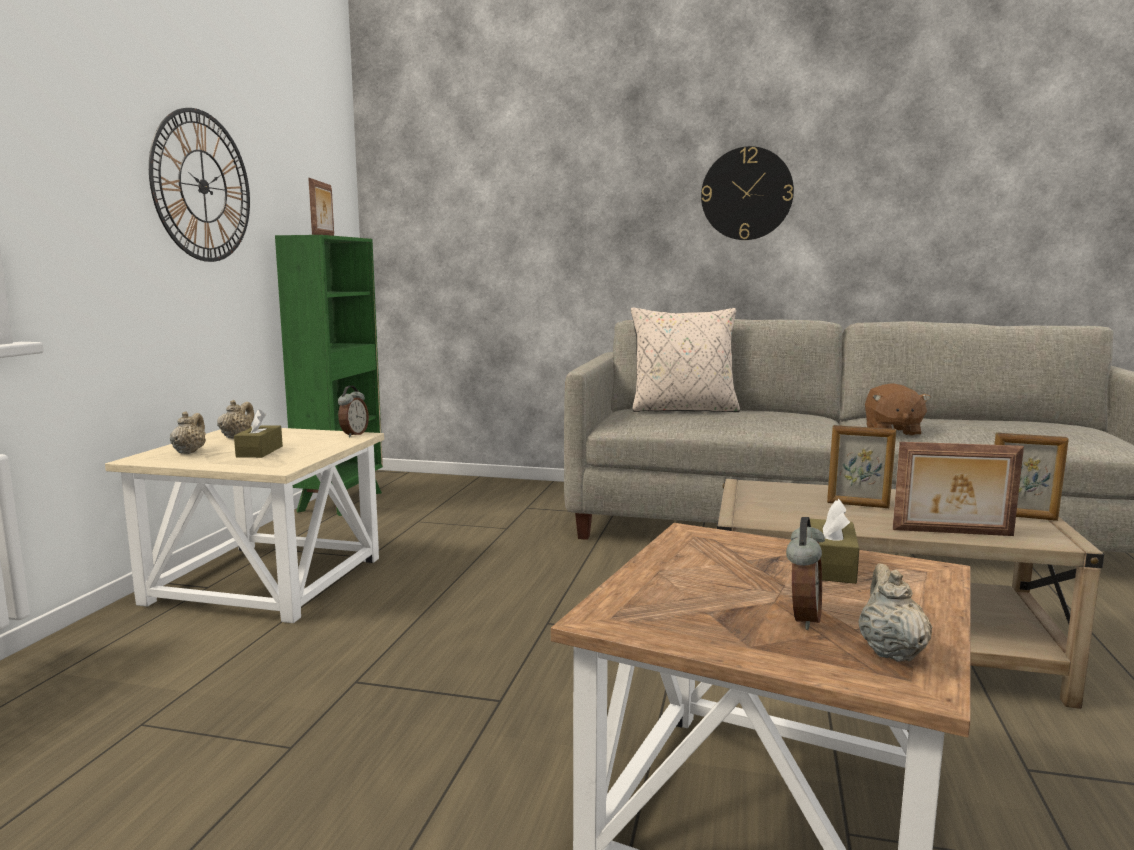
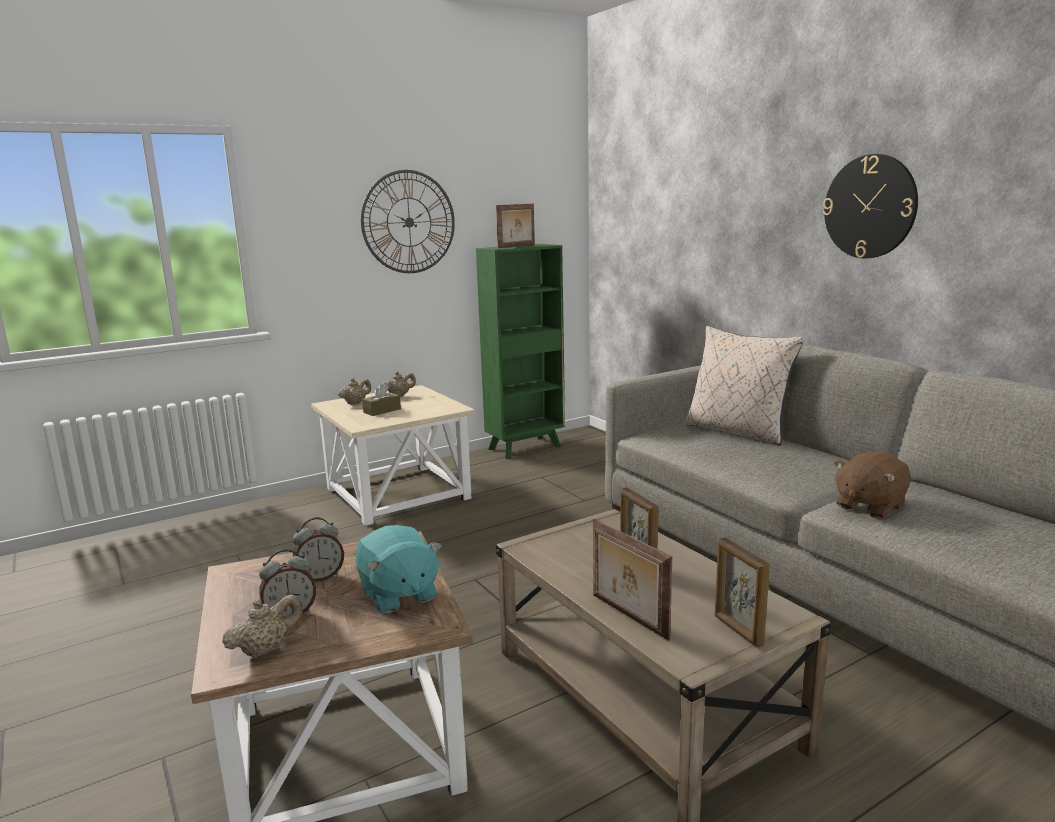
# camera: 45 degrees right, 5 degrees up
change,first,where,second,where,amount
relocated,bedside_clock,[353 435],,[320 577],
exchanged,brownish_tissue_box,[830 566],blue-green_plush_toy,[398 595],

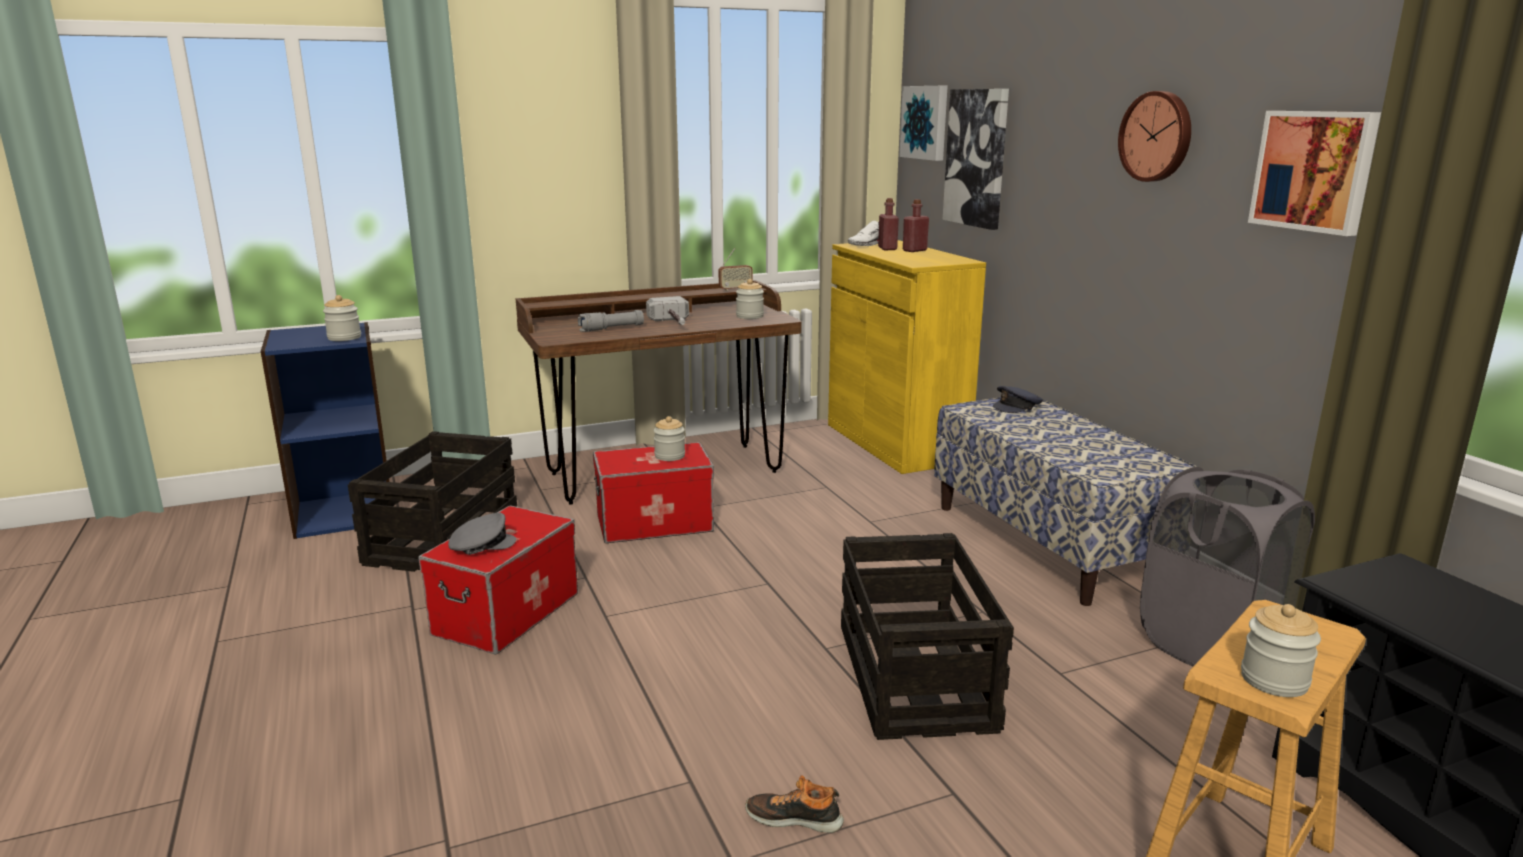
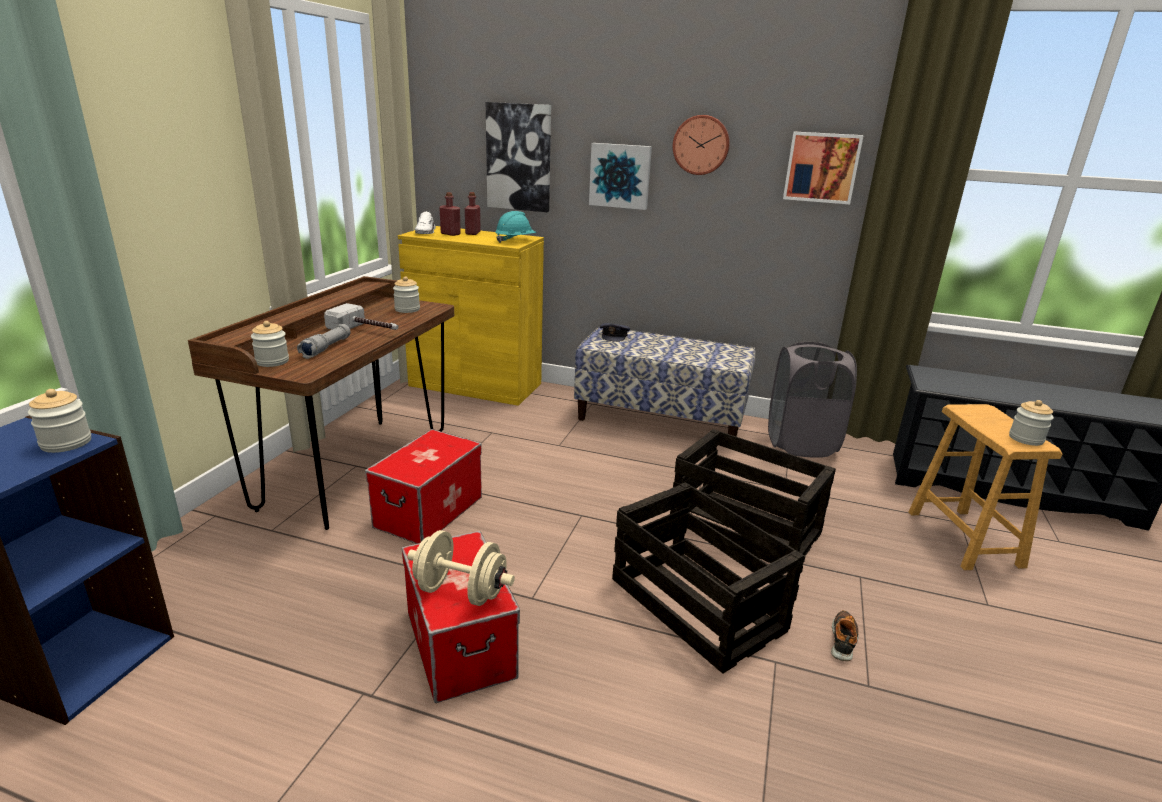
# camera: 50 degrees left, 5 degrees up
change,first,where,second,where,amount
relocated,crate,[443 538],,[698 605],
exchanged,grey_baseball_cap,[481 545],beige-coloured_dumbbell,[461 591],
relocated,jar,[669 456],,[272 361],
missing,radio,[735 289],,,
spun,low_shoe,[794 818],,[843 640],150 degrees clockwise
relocated,picture,[926 122],,[620 176],
appeared,,,blue-green_work_helmet,[515 241],

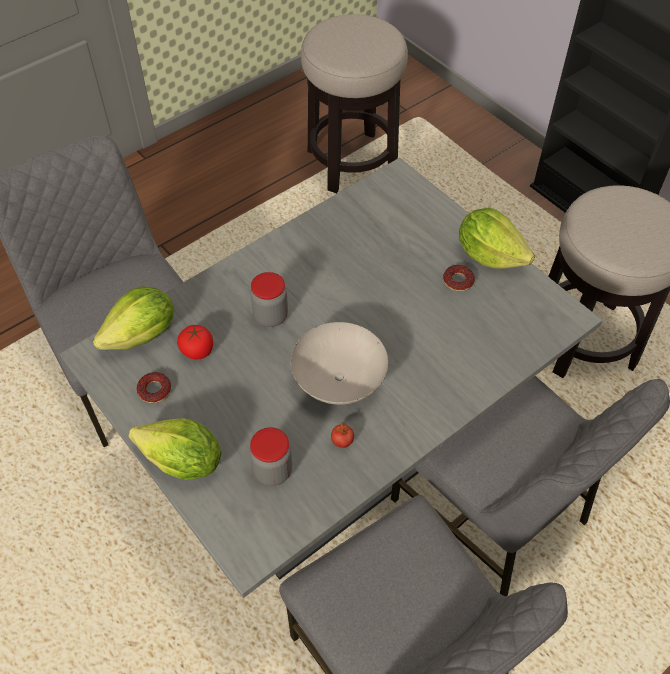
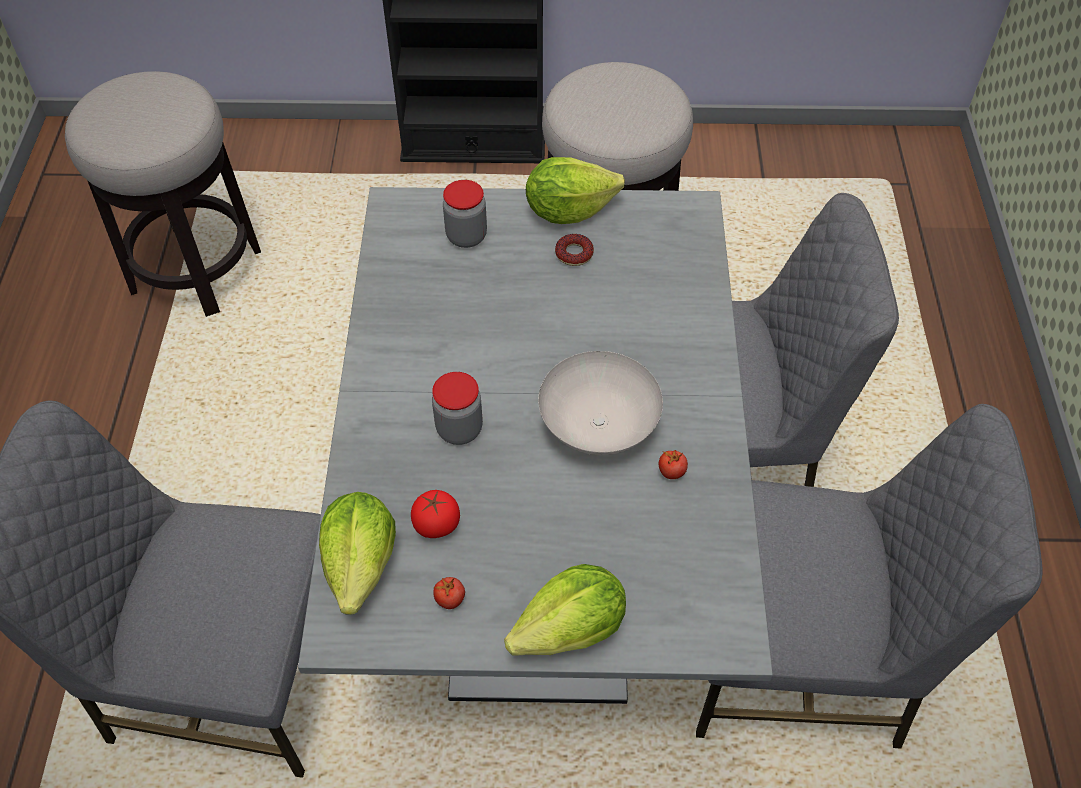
# camera: 50 degrees left, 0 degrees up
change,first,where,second,where,amount
exchanged,ring_doughnut,[154 390],tomato,[450 599],
relocated,jar,[273 471],,[466 236],

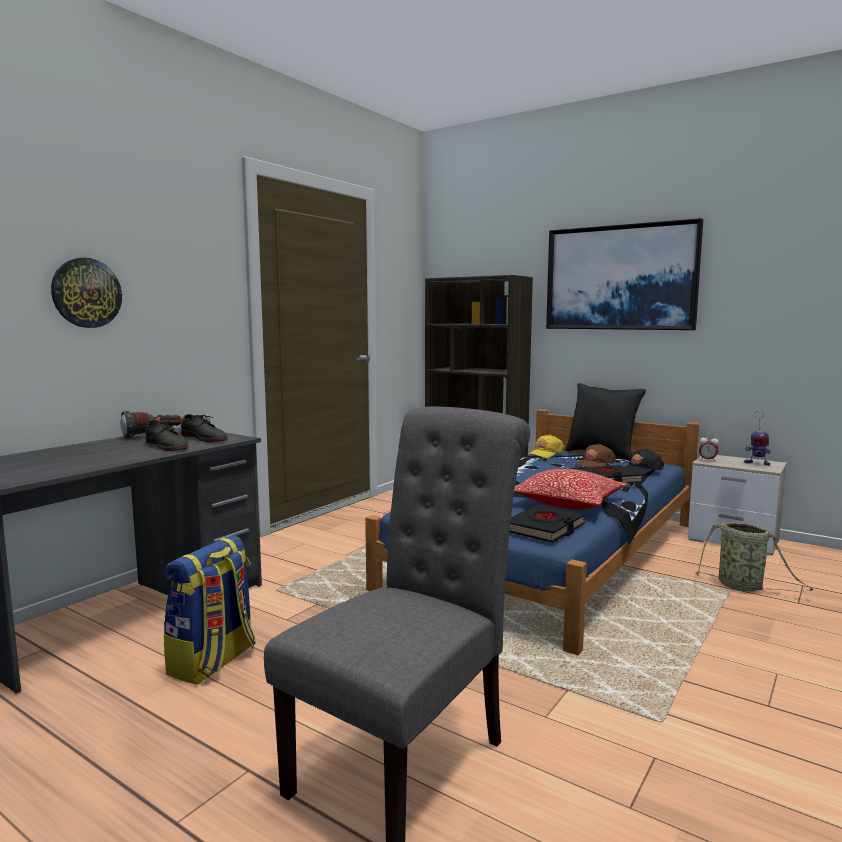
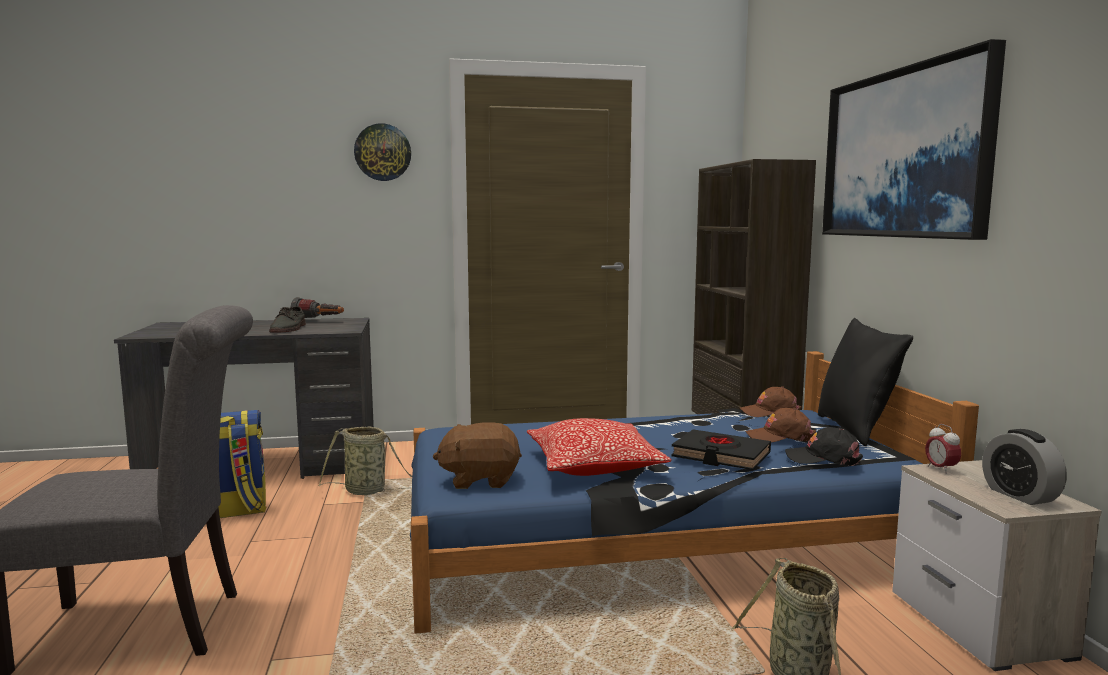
# camera: 45 degrees right, 0 degrees up
change,first,where,second,where,amount
relocated,clock_on_the_wall,[86 293],,[383 152],
missing,grey_low_shoe,[205 438],,,
exchanged,black_book,[544 529],brownish_plush_toy,[480 480],
colour,yellowish_baseball_cap,[545 453],brownish_baseball_cap,[769 412],
exchanged,robot_figure,[756 463],bedside_clock,[1019 495],
appeared,,,storage_basket,[368 491],

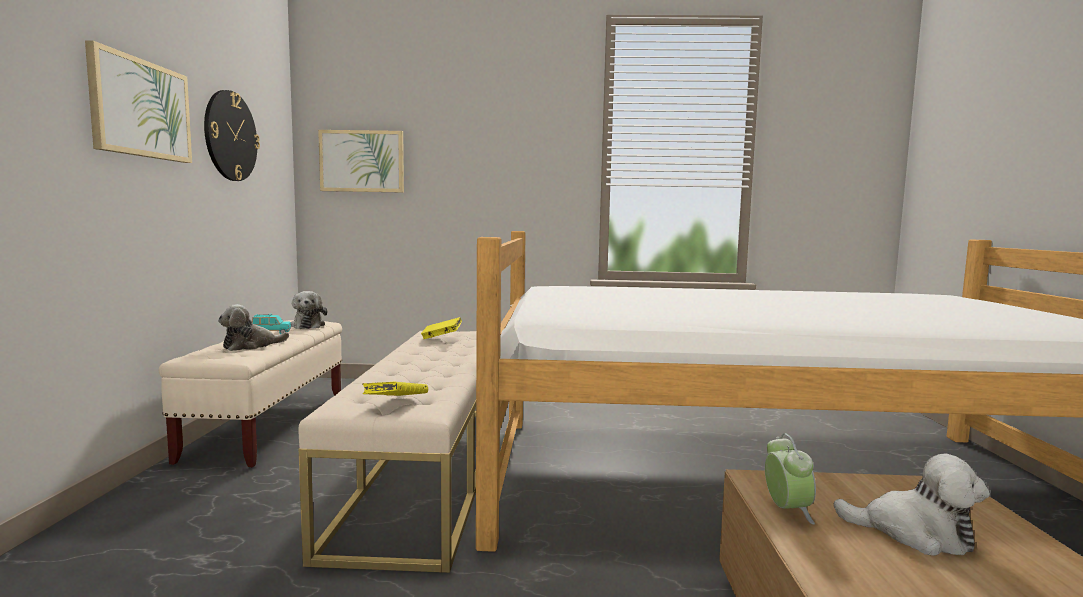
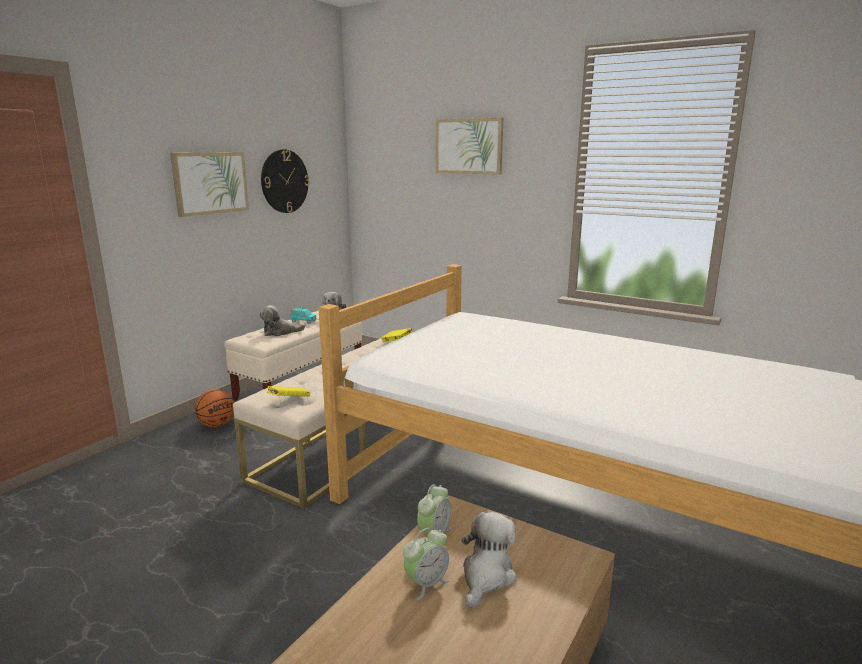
# camera: 30 degrees right, 10 degrees up
change,first,where,second,where,amount
relocated,picture,[362 161],,[469 146],
spun,plush_toy,[914 534],,[486 576],120 degrees counterclockwise
appeared,,,ball_for_basketball,[217 425],
appeared,,,bedside_clock,[426 583],

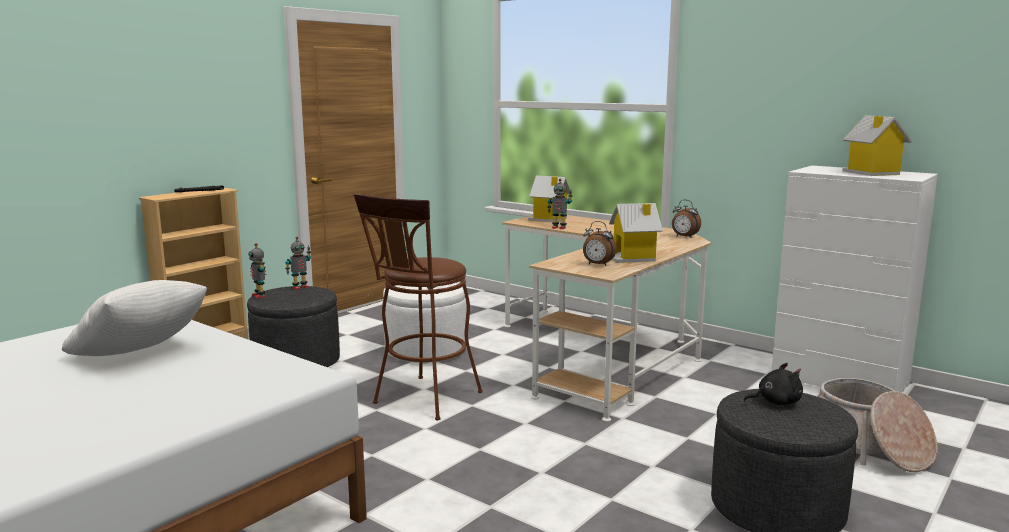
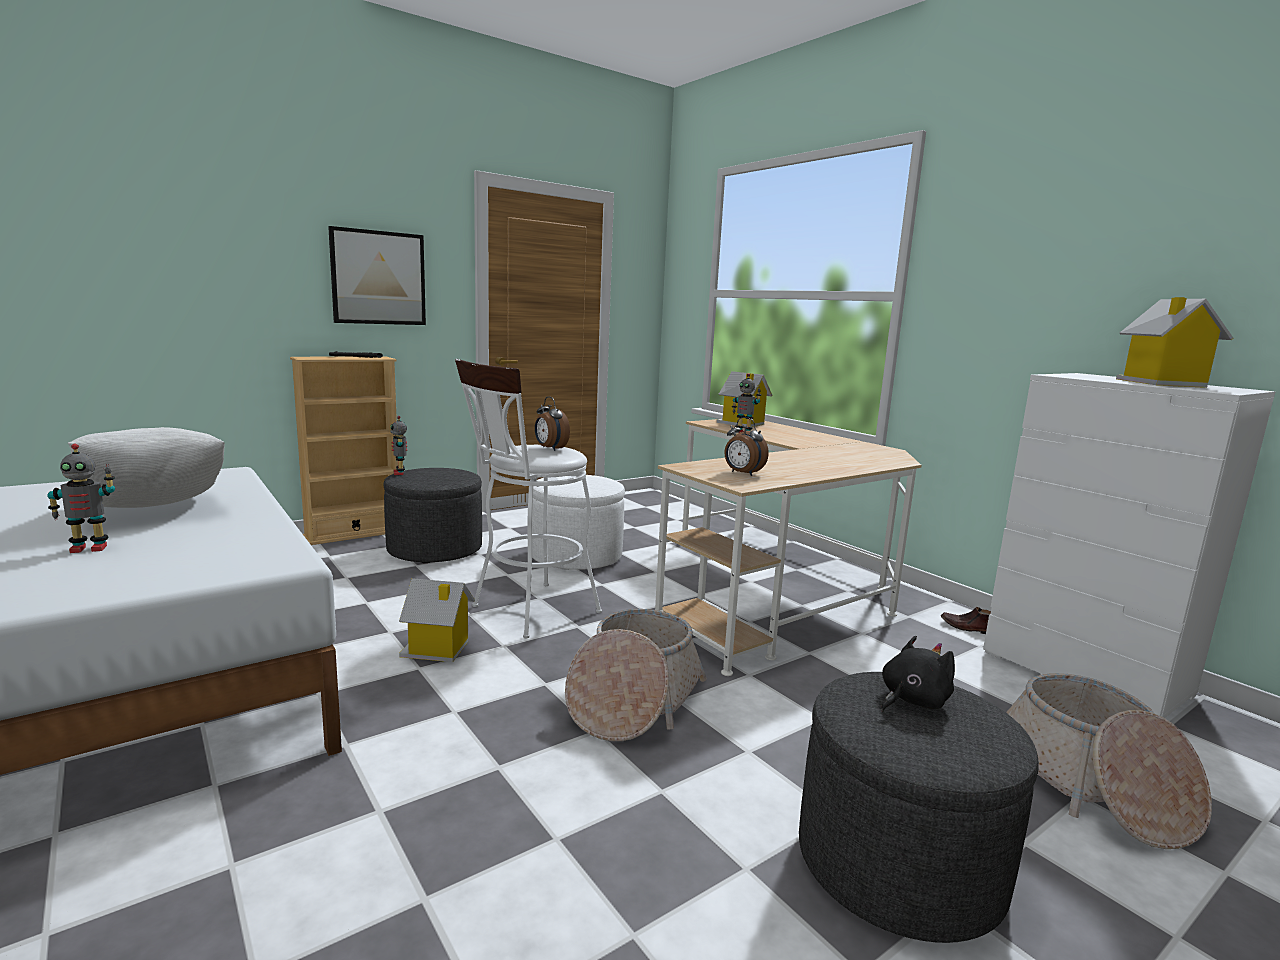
# camera: 15 degrees right, 0 degrees up
change,first,where,second,where,amount
relocated,robot_figure,[300 287],,[89 548],
colour,brownish_sitting_stool,[423 400],whitish_sitting_stool,[528 612],
relocated,toy_house,[633 258],,[437 649],
relocated,bedside_clock,[684 237],,[550 449],
spun,black_plush_toy,[775 402],,[911 700],45 degrees counterclockwise
appeared,,,picture,[378 278],
appeared,,,storage_basket,[633 700],
appeared,,,brownish_low_shoe,[968 628],

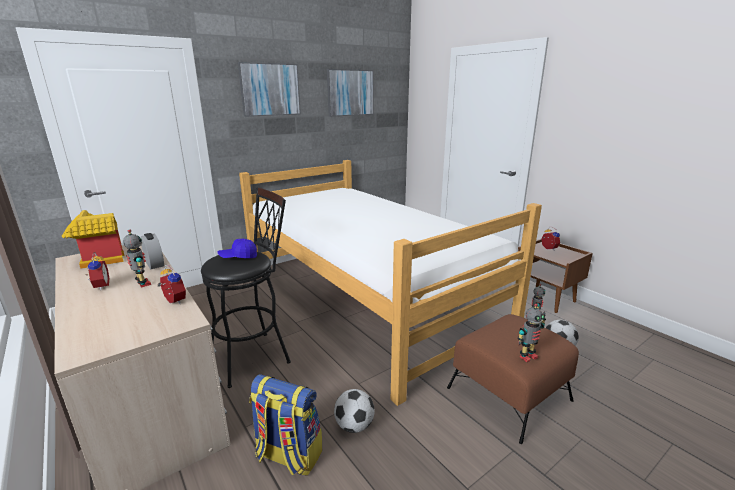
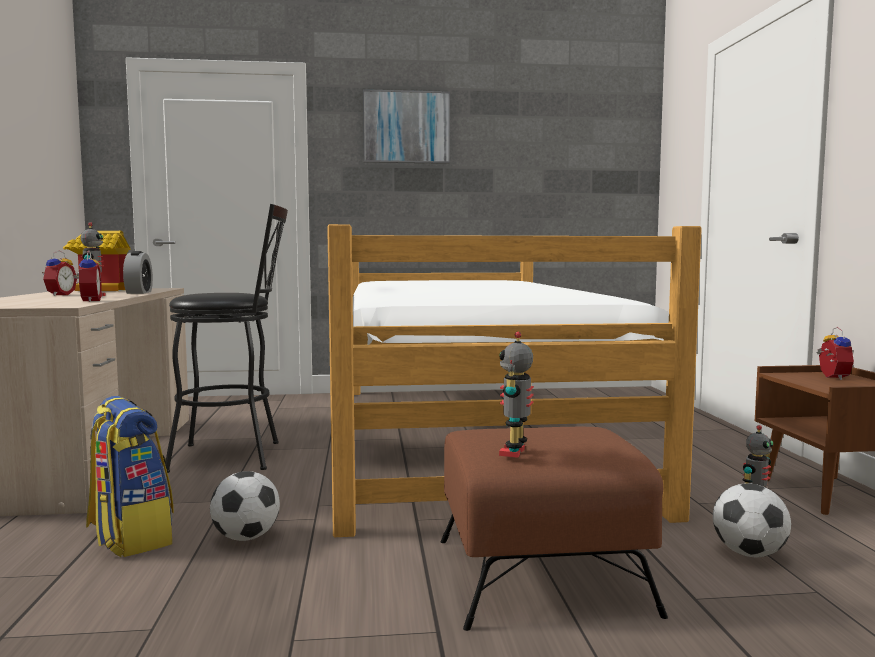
# camera: 30 degrees right, 15 degrees down
change,first,where,second,where,amount
missing,blue_baseball_cap,[238 257],,,
missing,picture,[350 93],,,
spun,robot_figure,[527 356],,[515 452],105 degrees clockwise

